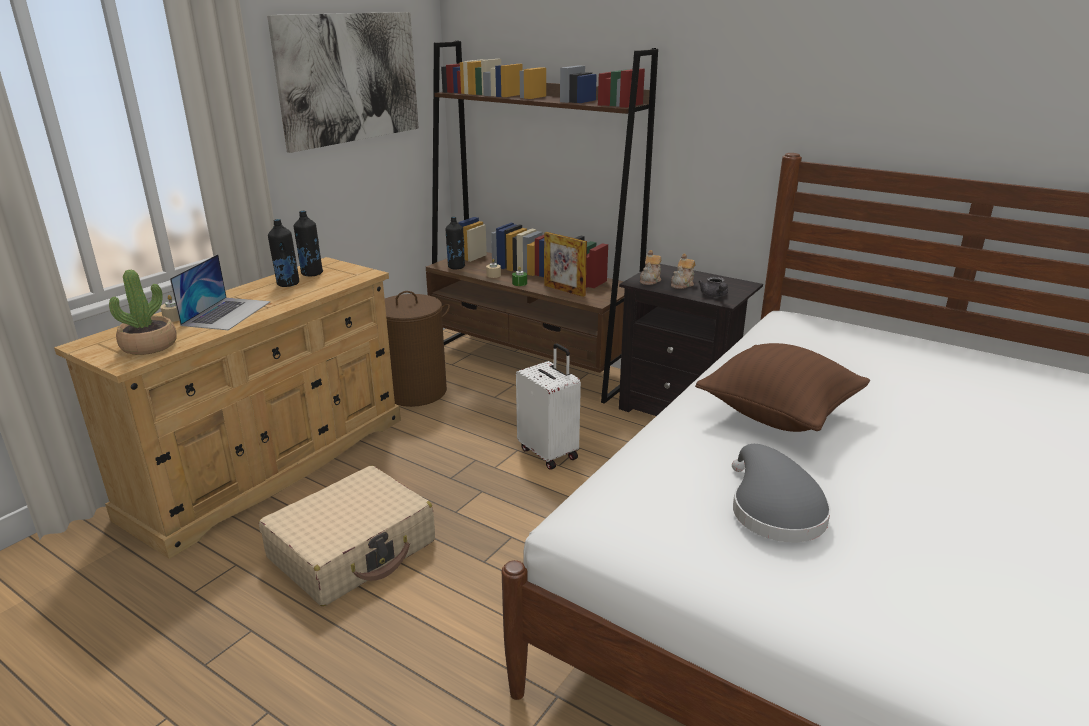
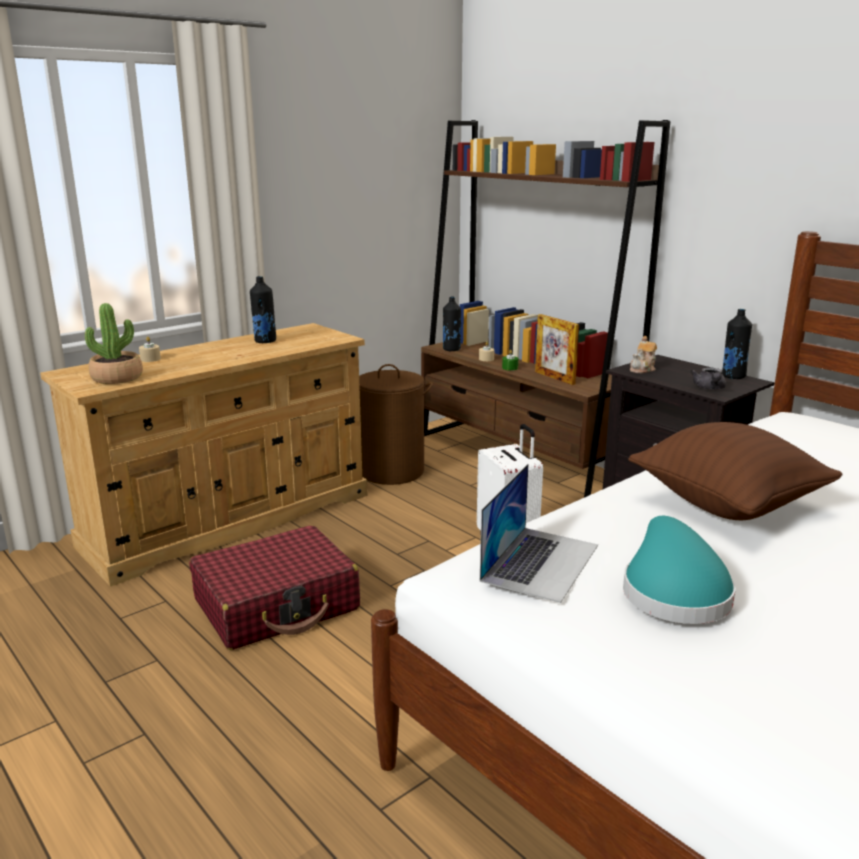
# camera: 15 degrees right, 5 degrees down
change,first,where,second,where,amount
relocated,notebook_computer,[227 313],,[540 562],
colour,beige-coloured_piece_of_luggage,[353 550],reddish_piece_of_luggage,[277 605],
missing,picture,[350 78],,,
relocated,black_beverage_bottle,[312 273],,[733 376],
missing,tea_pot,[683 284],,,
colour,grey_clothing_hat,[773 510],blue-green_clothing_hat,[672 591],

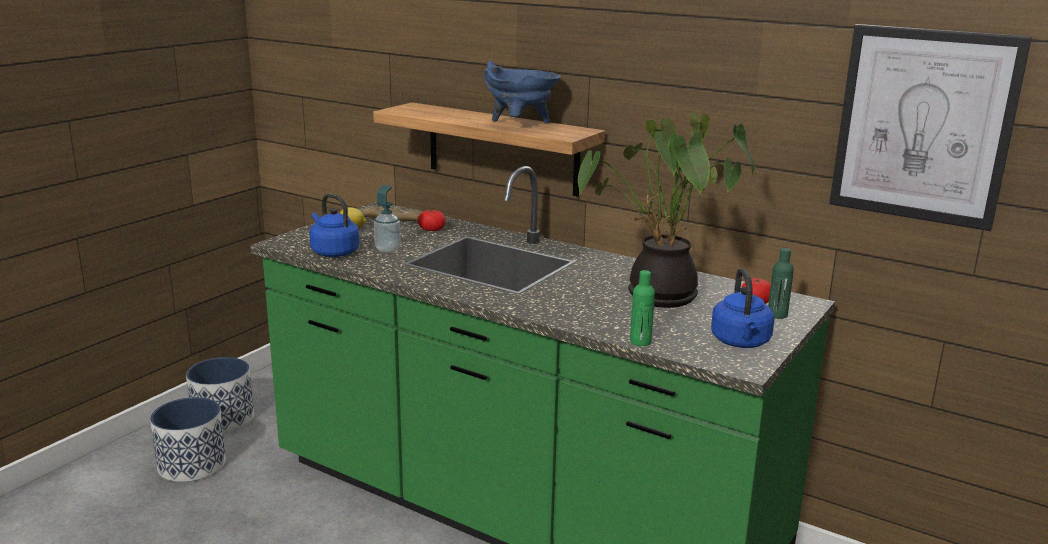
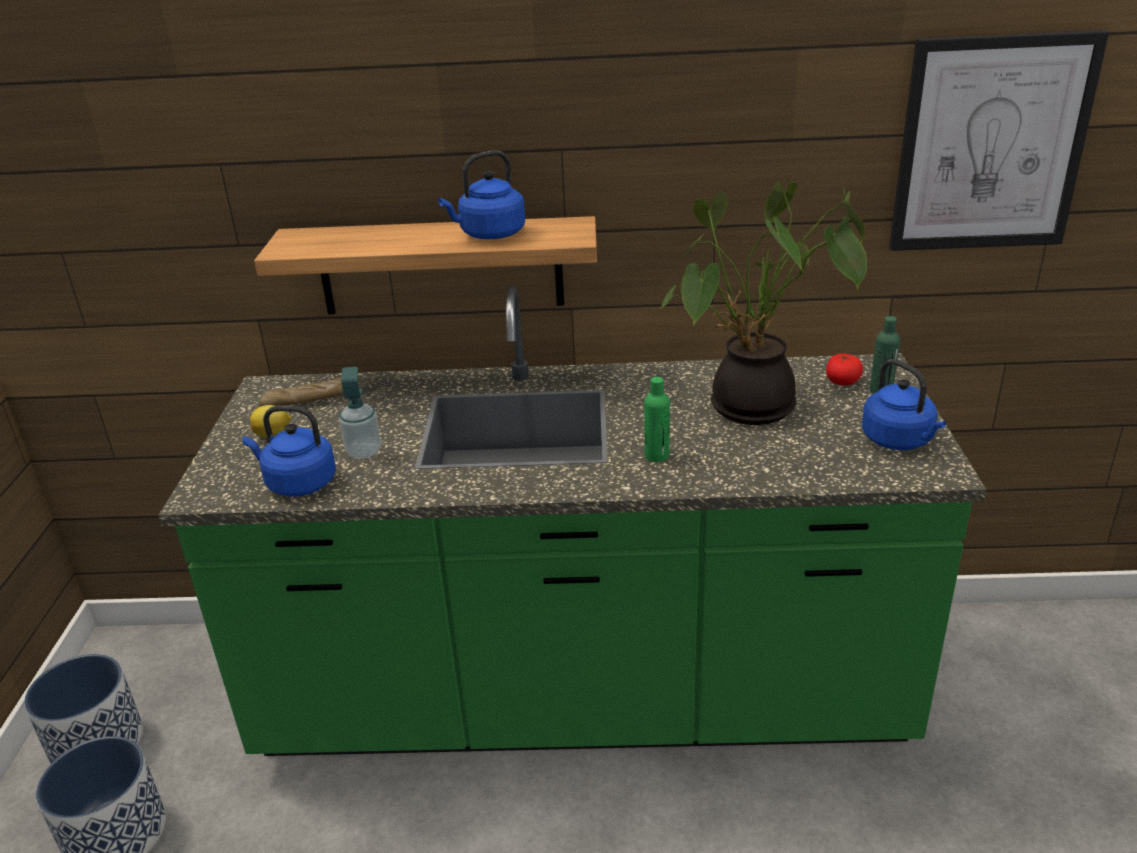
# camera: 30 degrees left, 10 degrees up
change,first,where,second,where,amount
missing,tomato,[432 229],,,
exchanged,blue_stockpot,[520 125],blue_tea_kettle,[489 235],
relocated,greenish_beverage_bottle,[640 342],,[656 456],

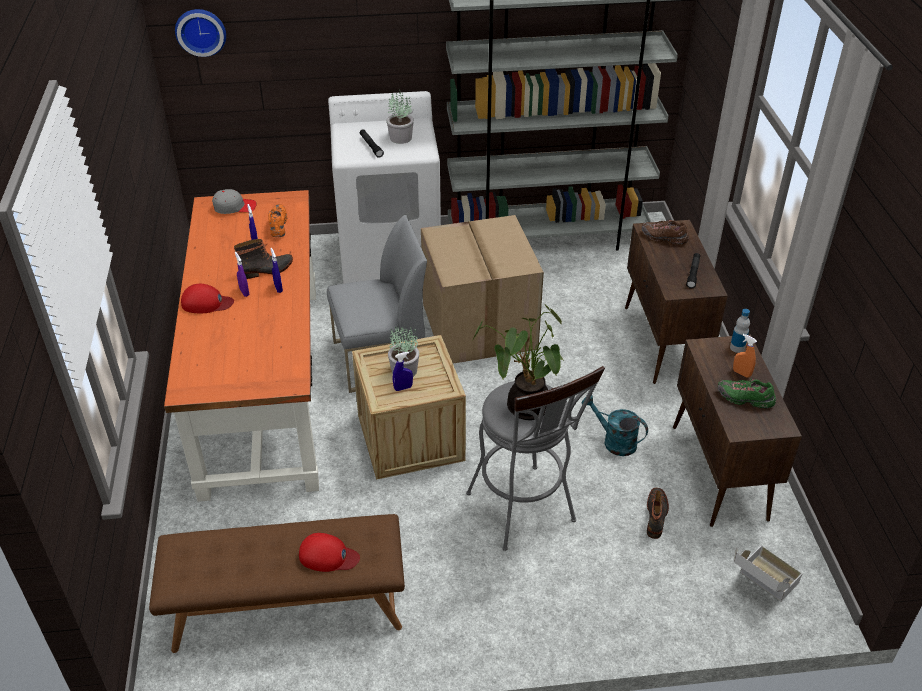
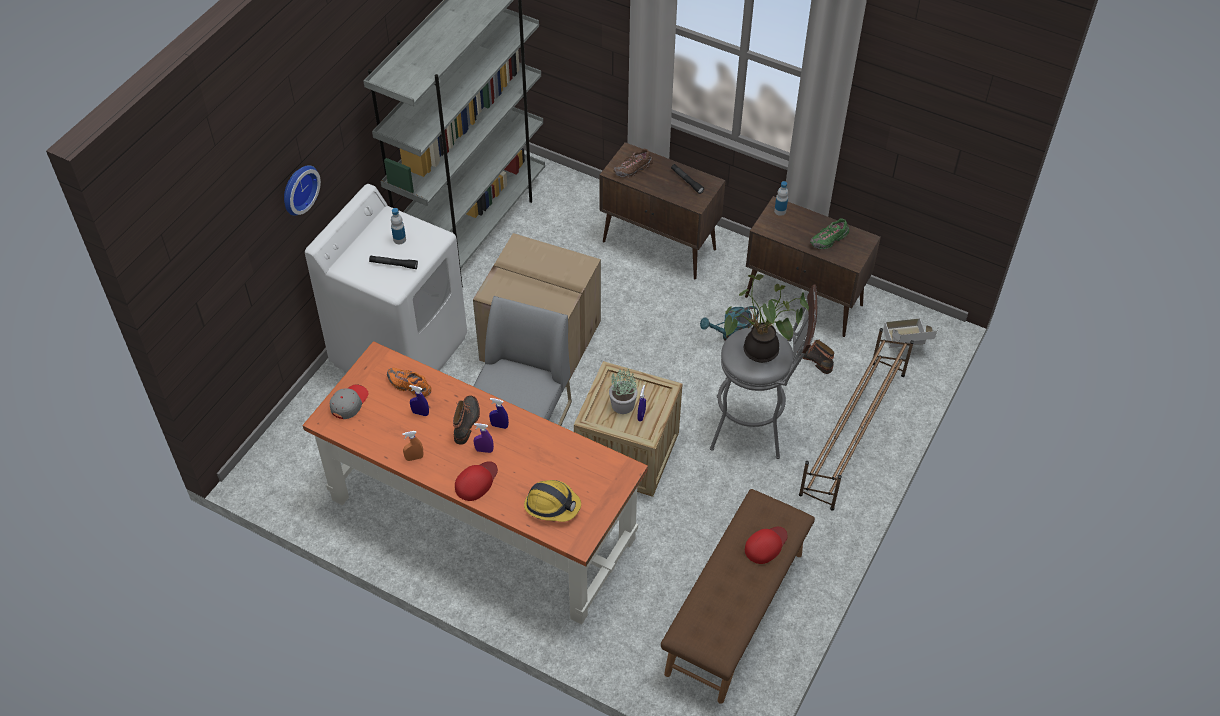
# camera: 55 degrees left, 10 degrees up
change,first,where,second,where,amount
relocated,clock_on_the_wall,[201 31],,[297 188],
exchanged,potted_plant,[400 138],beverage_bottle,[399 239],
relocated,orangey_hand_sprayer,[741 373],,[414 458],
appeared,,,work_helmet,[552 505],
appeared,,,brownish_shoe_shelf,[852 433],

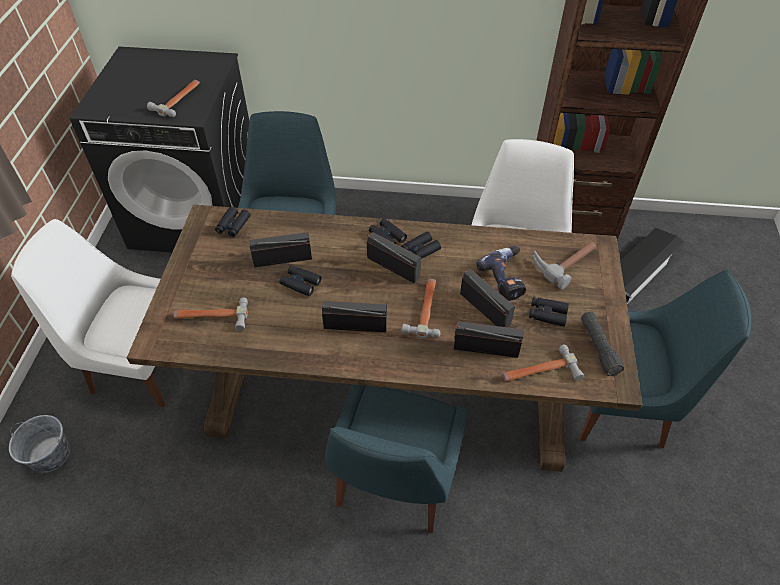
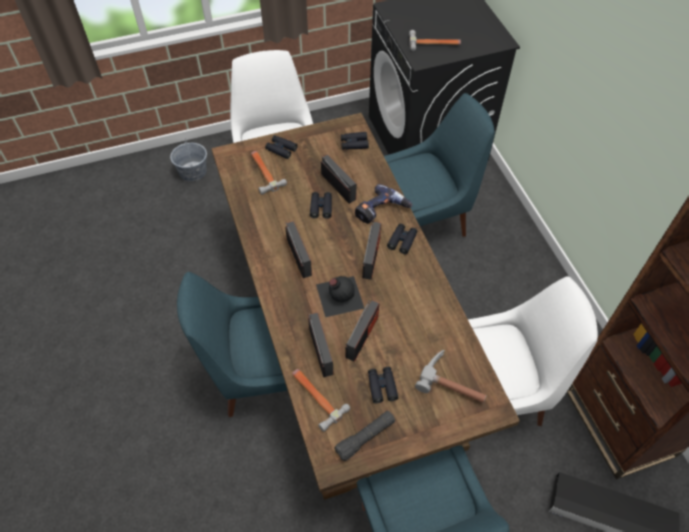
# camera: 65 degrees right, 5 degrees up
change,first,where,second,where,amount
relocated,black_field_glasses,[420 250],,[281 149],
exchanged,hand_hammer,[425 309],black_beverage_bottle,[339 295],
relocated,power_drill,[507 278],,[382 211],

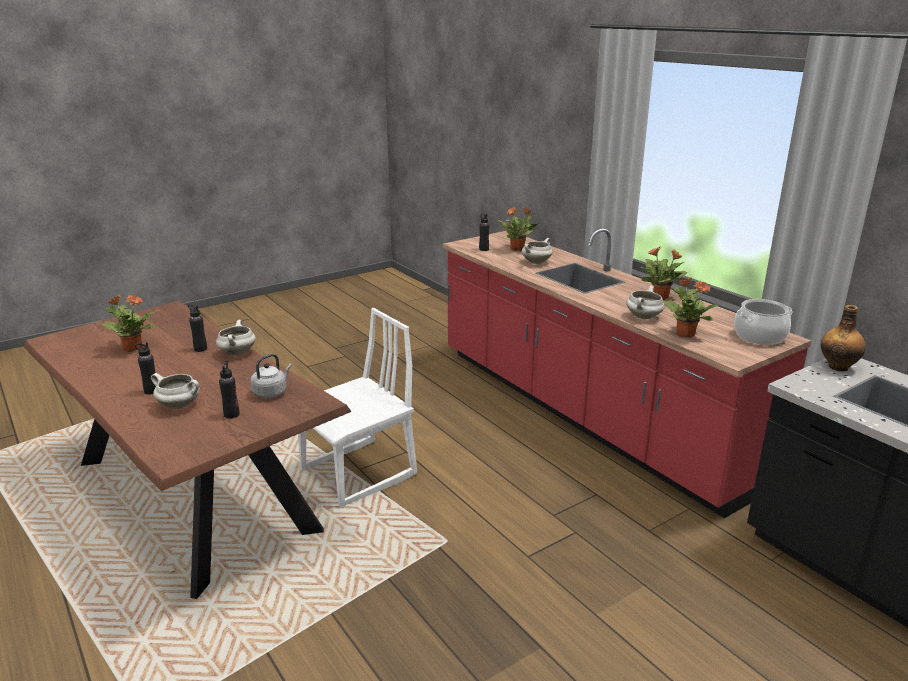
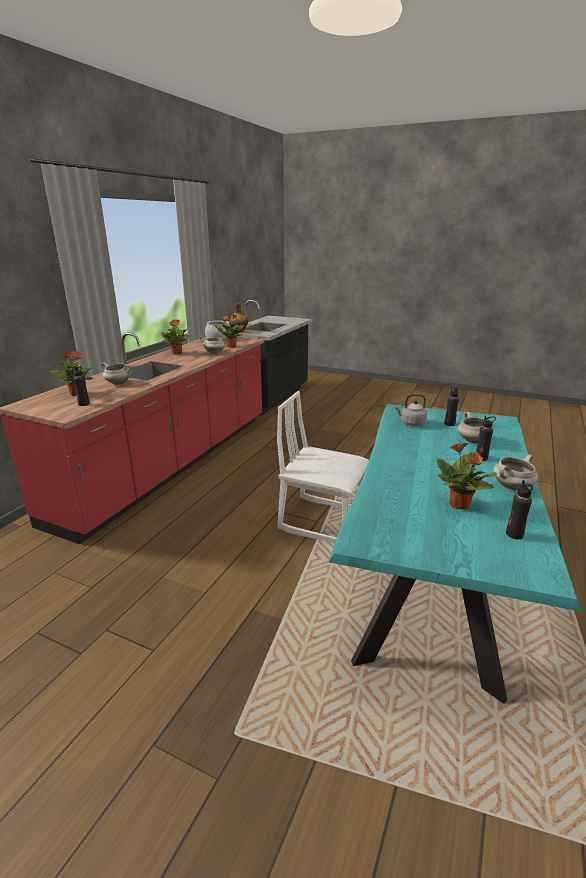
# camera: 120 degrees left, 0 degrees up
change,first,where,second,where,amount
colour,brownish_dining_table,[194 496],blue-green_dining_table,[432 581],
relocated,black_beverage_bottle,[200 349],,[514 534],
relocated,whitish_stockpot,[237 352],,[512 487],

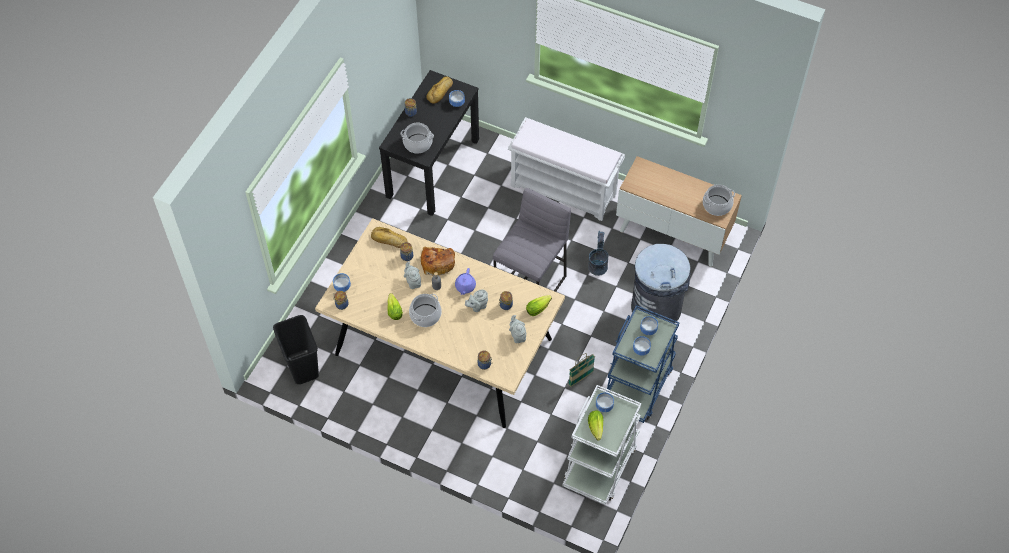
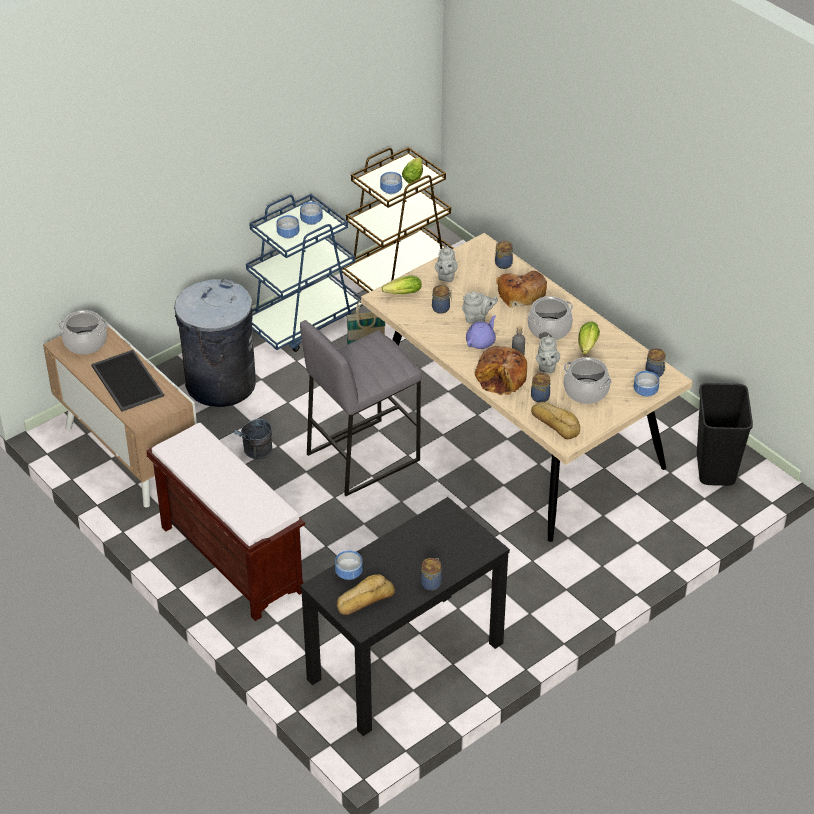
# camera: 155 degrees left, 15 degrees down
change,first,where,second,where,amount
relocated,stockpot,[417 144],,[586 391],
colour,whitish_long_seat,[564 190],brownish_long_seat,[229 558],
colour,whitish_trolley,[600 463],brownish_trolley,[399 272],
appeared,,,tray,[126 381],
appeared,,,baked_bread,[520 293],

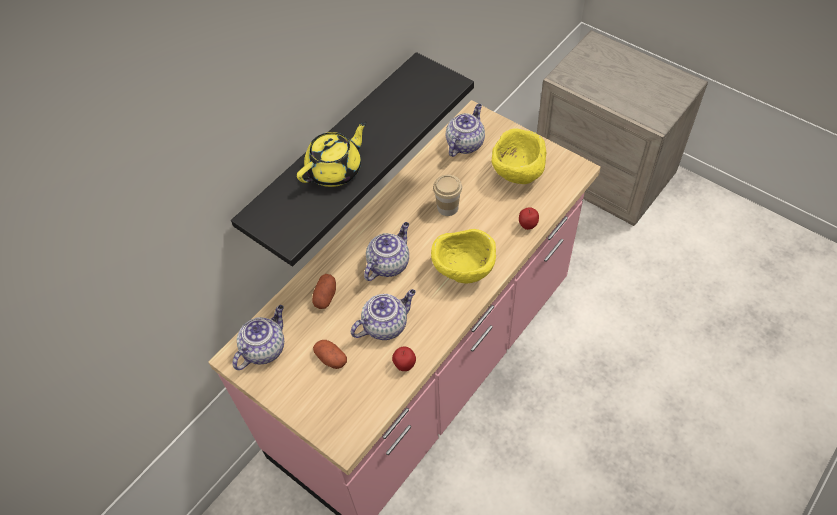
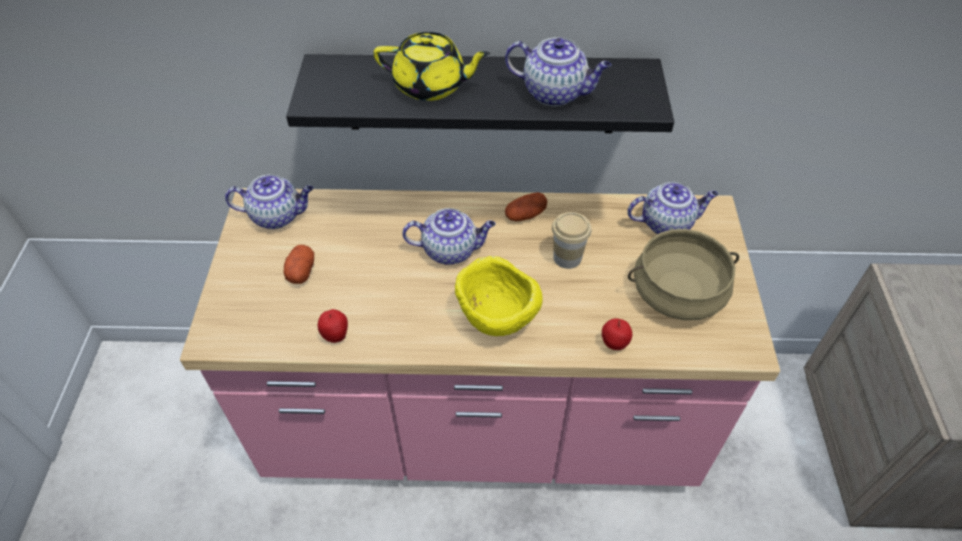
# camera: 50 degrees right, 5 degrees down
change,first,where,second,where,amount
relocated,potato,[325 296],,[525 215],
relocated,tea_pot,[386 324],,[555 93],
exchanged,yellowish_serving_bowl,[517 173],beige-coloured_stockpot,[677 292],

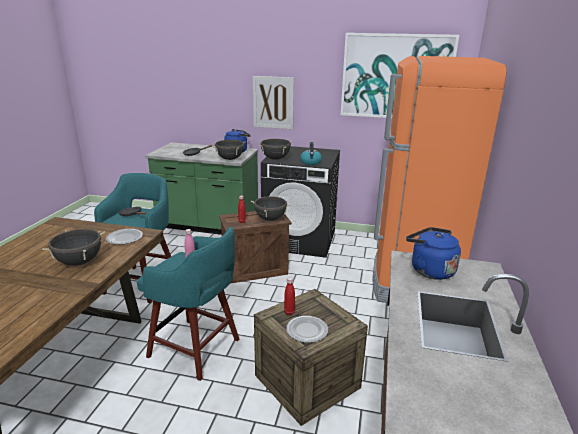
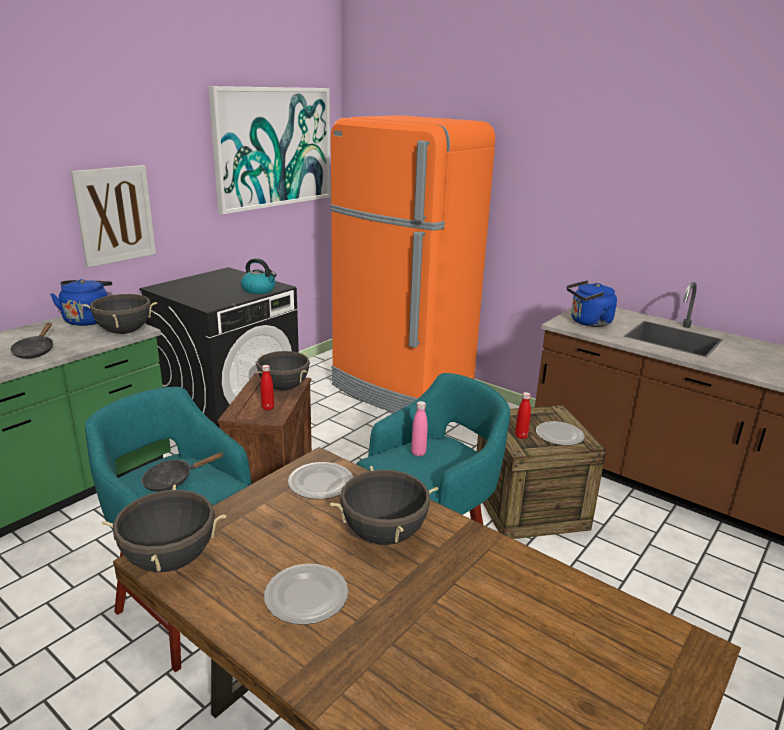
# camera: 65 degrees left, 0 degrees up
change,first,where,second,where,amount
relocated,black_stockpot,[275 159],,[170 560],
appeared,,,flat_dish,[305 597],

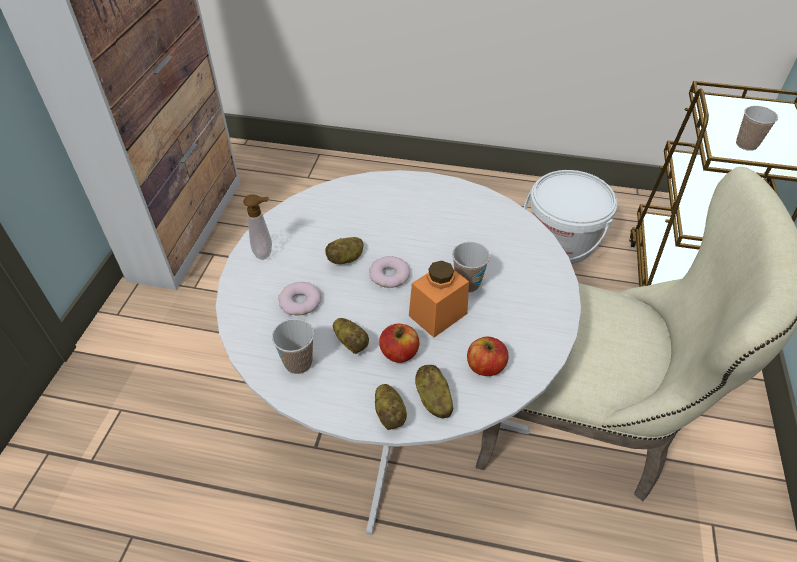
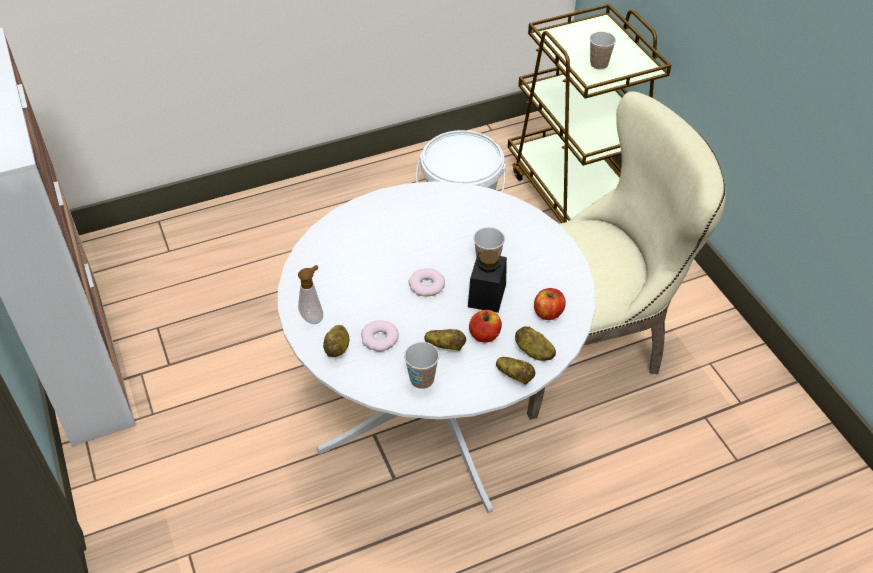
# camera: 35 degrees left, 0 degrees up
change,first,where,second,where,amount
relocated,potato,[346 259],,[338 348],
colour,orangey_jar,[438 314],black_jar,[487 295],

